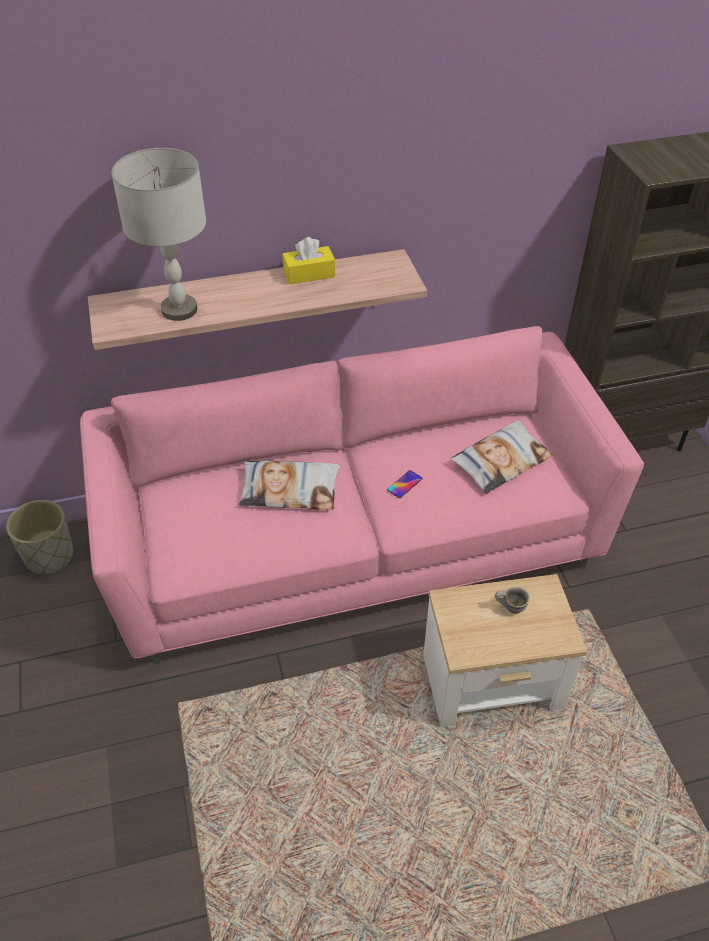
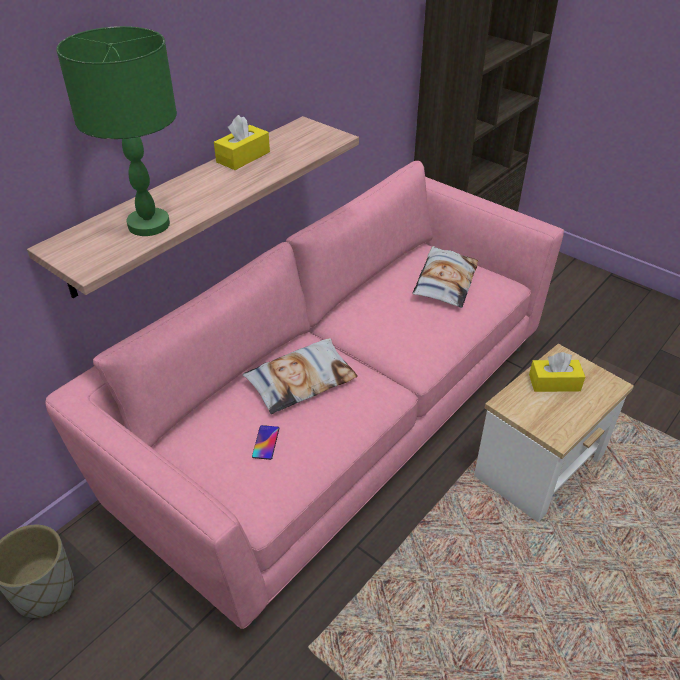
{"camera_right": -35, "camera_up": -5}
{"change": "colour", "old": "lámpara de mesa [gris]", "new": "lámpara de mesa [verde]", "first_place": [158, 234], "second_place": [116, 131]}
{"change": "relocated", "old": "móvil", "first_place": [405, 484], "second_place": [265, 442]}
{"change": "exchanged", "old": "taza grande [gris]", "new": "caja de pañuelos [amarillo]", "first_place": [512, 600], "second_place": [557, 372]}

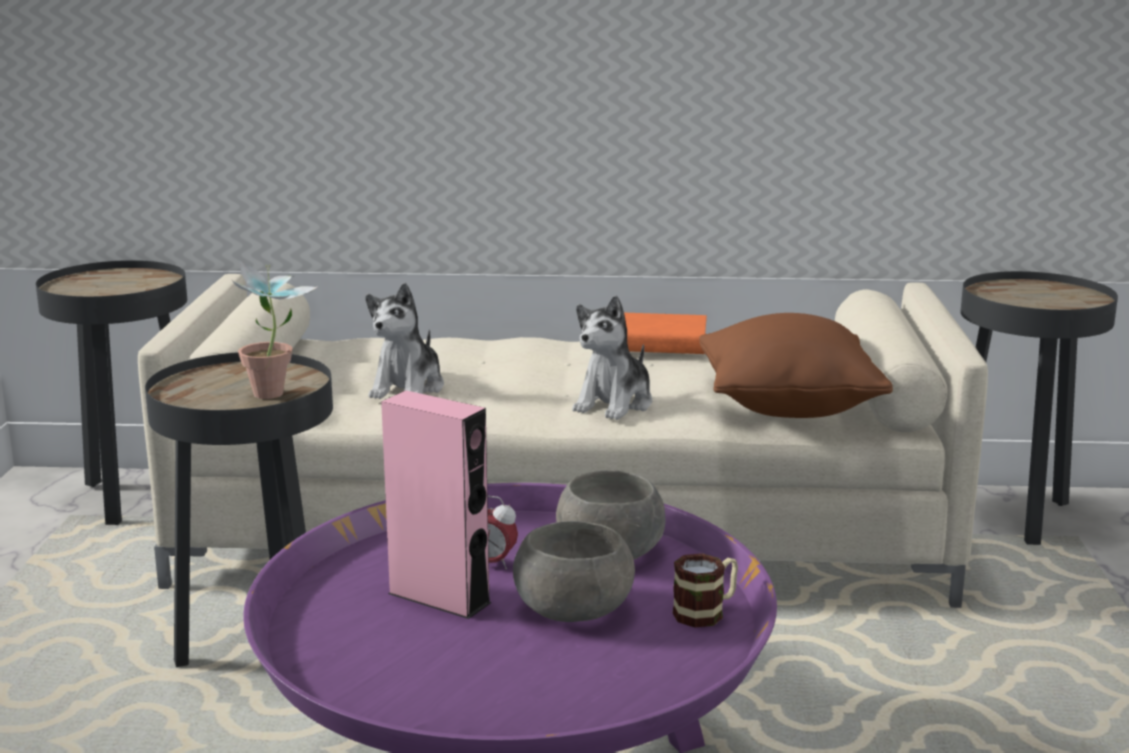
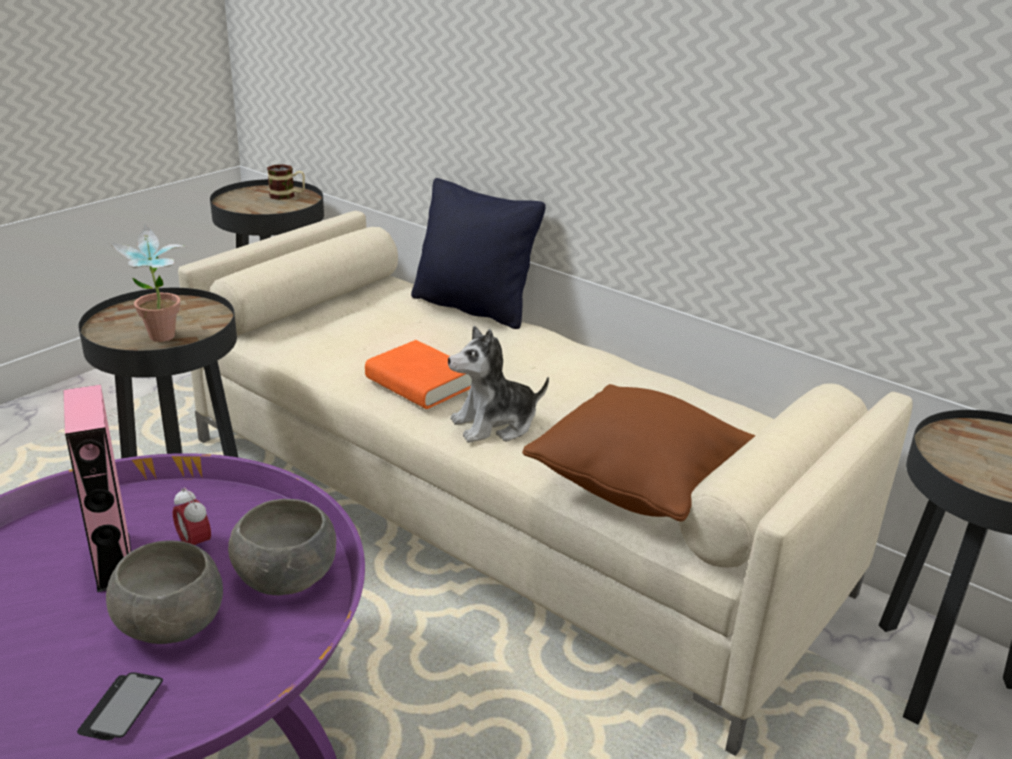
{"camera_right": 35, "camera_up": 10}
{"change": "appeared", "new": "móvil", "second_place": [120, 706]}
{"change": "relocated", "old": "taza grande", "first_place": [705, 590], "second_place": [286, 182]}
{"change": "relocated", "old": "libro [naranja]", "first_place": [665, 333], "second_place": [418, 374]}
{"change": "appeared", "new": "cojín [negro]", "second_place": [478, 253]}
{"change": "missing", "old": "peluche", "first_place": [405, 341]}

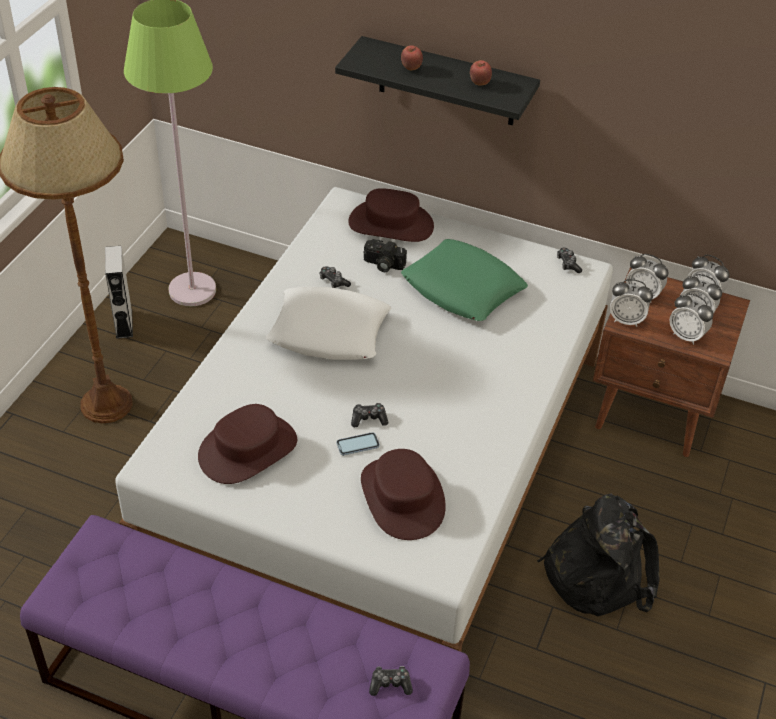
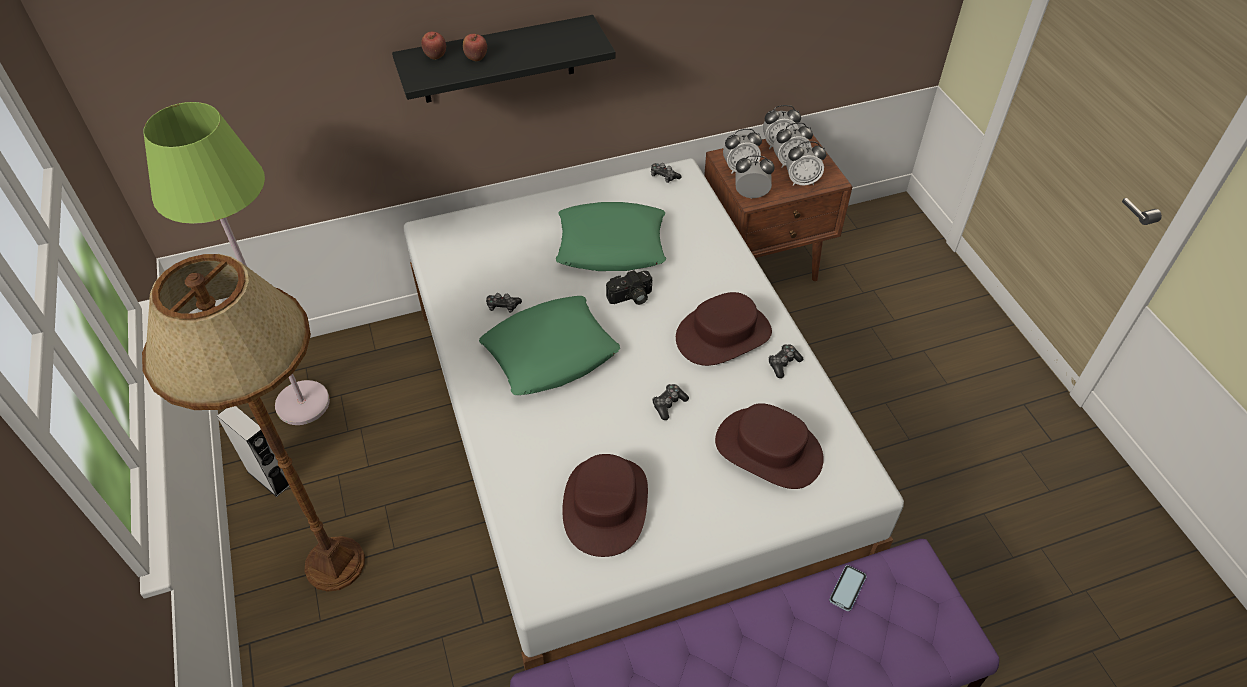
{"camera_right": -40, "camera_up": 5}
{"change": "relocated", "old": "manzana", "first_place": [481, 73], "second_place": [433, 45]}
{"change": "colour", "old": "cojín [blanco]", "new": "cojín [verde]", "first_place": [328, 323], "second_place": [549, 345]}
{"change": "relocated", "old": "cámara", "first_place": [385, 255], "second_place": [629, 287]}
{"change": "relocated", "old": "sombrero [marrón]", "first_place": [391, 215], "second_place": [724, 329]}
{"change": "spun", "old": "despertador", "first_place": [631, 303], "second_place": [755, 177], "degrees": -150}
{"change": "relocated", "old": "mando de consola", "first_place": [391, 681], "second_place": [785, 361]}
{"change": "relocated", "old": "móvil", "first_place": [358, 444], "second_place": [848, 588]}
{"change": "missing", "old": "mochila [negro]", "first_place": [598, 554]}

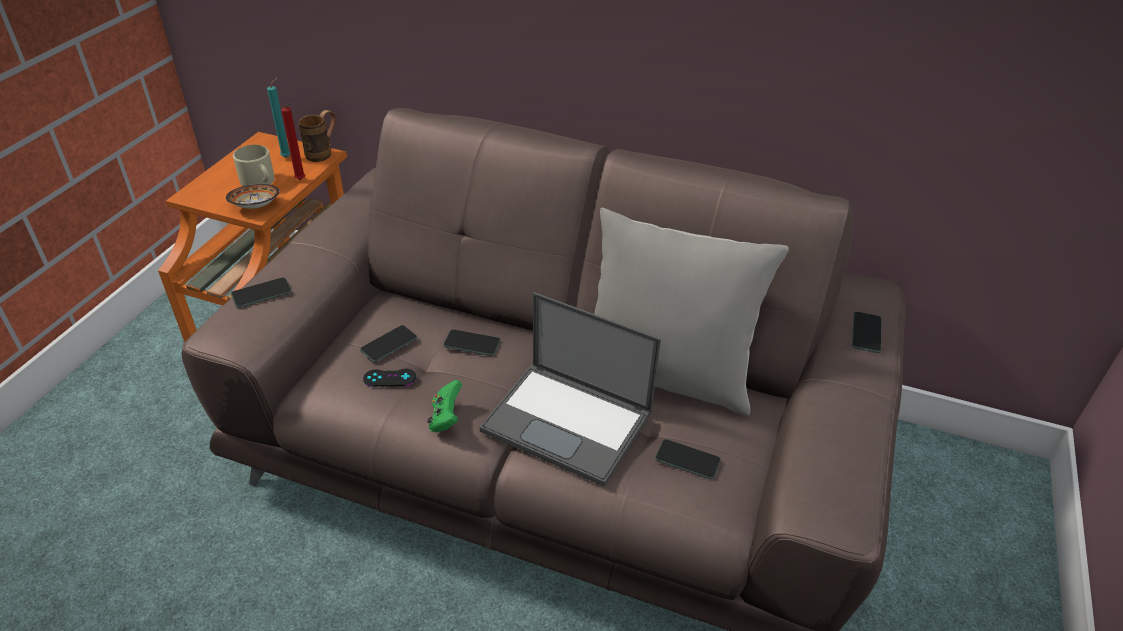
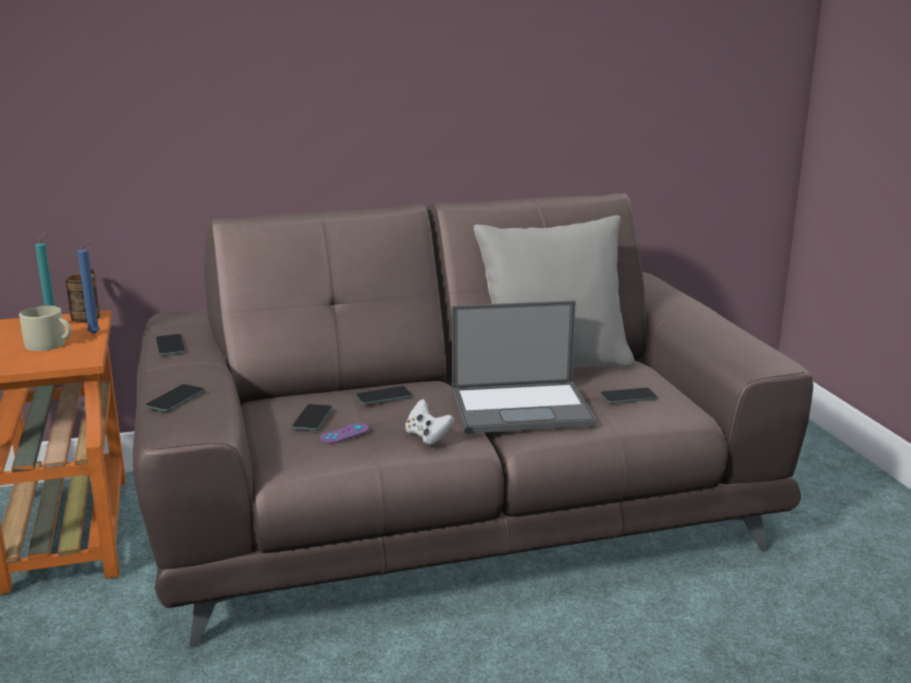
{"camera_right": -35, "camera_up": -20}
{"change": "colour", "old": "vela [rojo]", "new": "vela [azul]", "first_place": [293, 141], "second_place": [88, 287]}
{"change": "relocated", "old": "móvil", "first_place": [867, 332], "second_place": [170, 345]}
{"change": "colour", "old": "mando de consola [negro]", "new": "mando de consola [morado]", "first_place": [389, 378], "second_place": [344, 433]}
{"change": "colour", "old": "mando de consola [verde]", "new": "mando de consola [blanco]", "first_place": [444, 406], "second_place": [429, 422]}
{"change": "missing", "old": "cuenco", "first_place": [253, 196]}

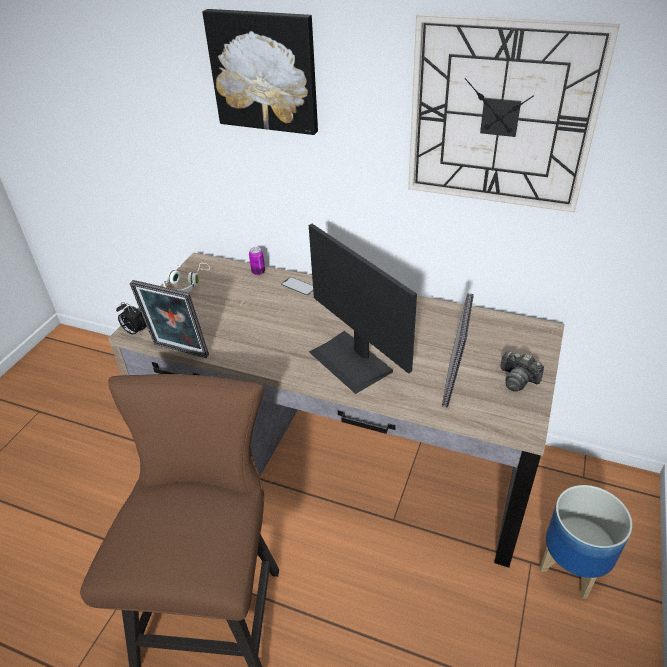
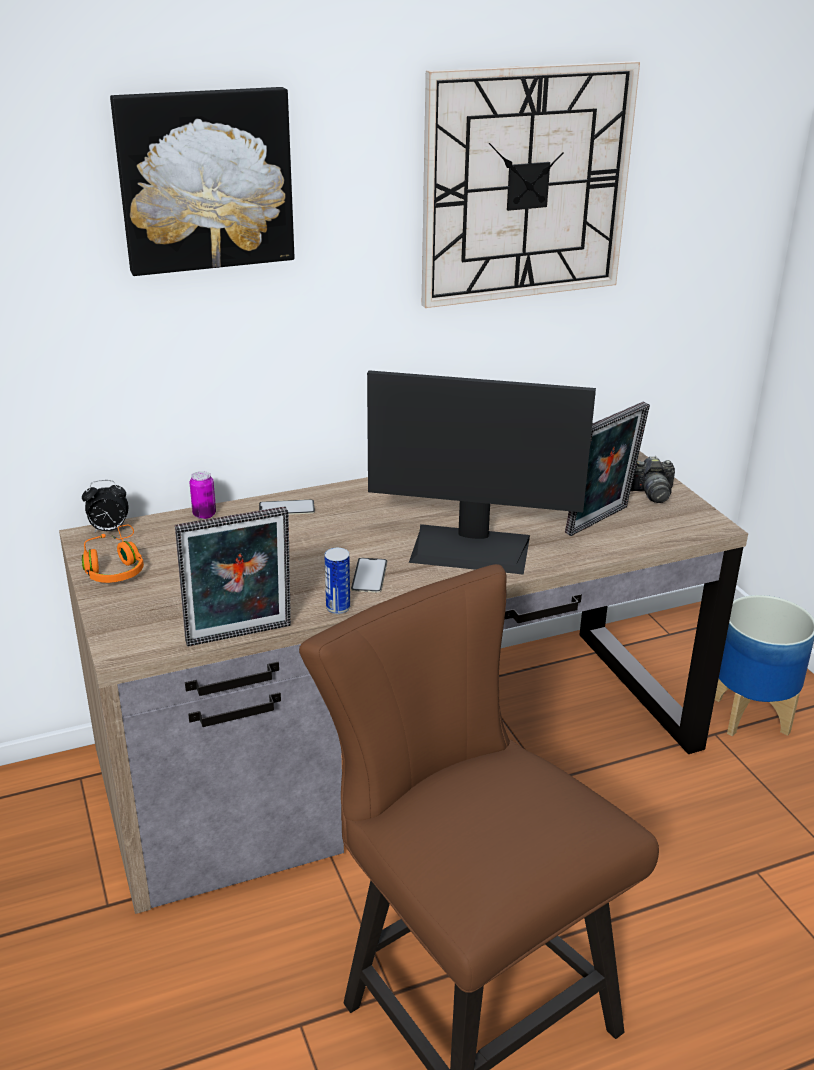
{"camera_right": -45, "camera_up": -10}
{"change": "relocated", "old": "despertador", "first_place": [131, 319], "second_place": [105, 506]}
{"change": "colour", "old": "auriculares [blanco]", "new": "auriculares [naranja]", "first_place": [186, 277], "second_place": [113, 553]}
{"change": "appeared", "new": "lata", "second_place": [337, 581]}
{"change": "appeared", "new": "móvil", "second_place": [369, 575]}
{"change": "spun", "old": "portarretratos", "first_place": [458, 350], "second_place": [607, 468], "degrees": 75}

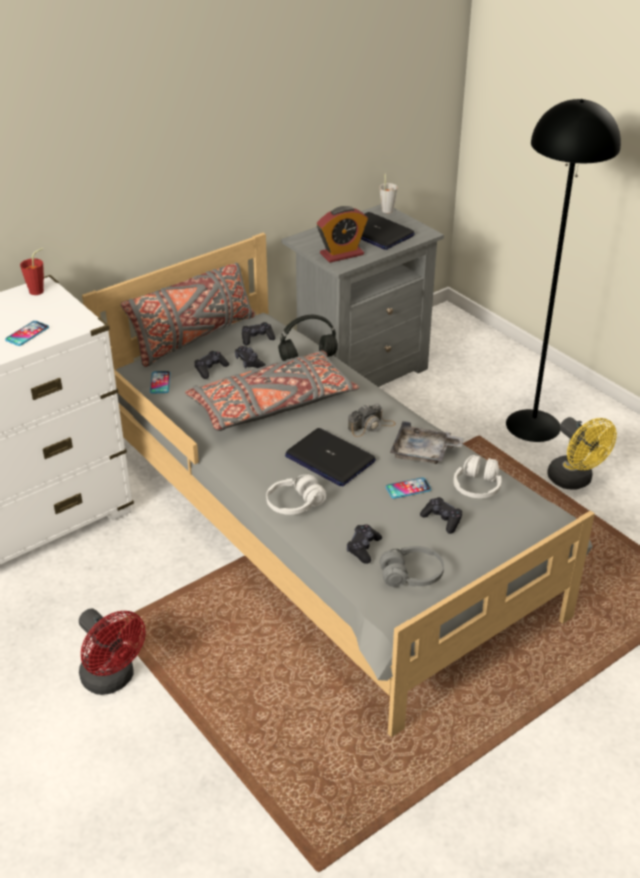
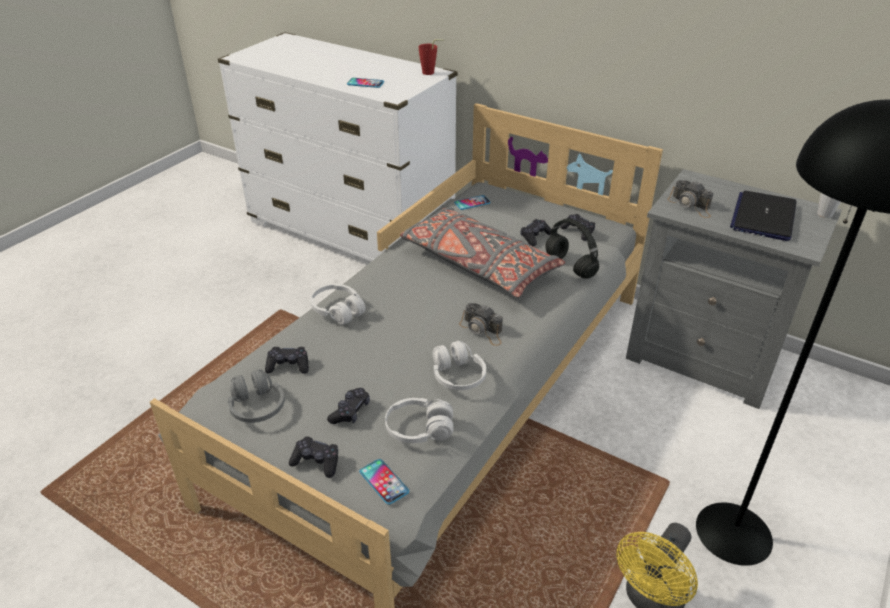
{"camera_right": 70, "camera_up": 0}
{"change": "relocated", "old": "mando de consola [negro]", "first_place": [211, 365], "second_place": [313, 457]}
{"change": "relocated", "old": "móvil", "first_place": [408, 488], "second_place": [384, 482]}
{"change": "exchanged", "old": "bandeja [gris]", "new": "auriculares [blanco]", "first_place": [427, 442], "second_place": [459, 365]}
{"change": "exchanged", "old": "despertador", "new": "cámara", "first_place": [342, 234], "second_place": [690, 199]}
{"change": "missing", "old": "ventilador [rojo]", "first_place": [112, 652]}
{"change": "missing", "old": "cojín [gris]", "first_place": [188, 314]}
{"change": "missing", "old": "portátil", "first_place": [330, 457]}

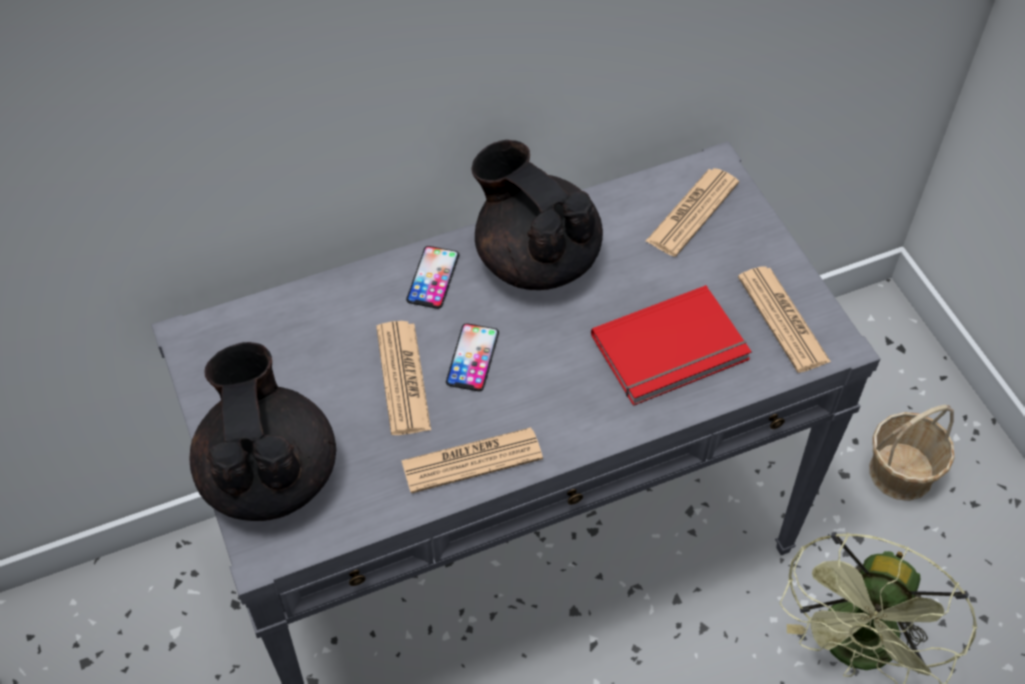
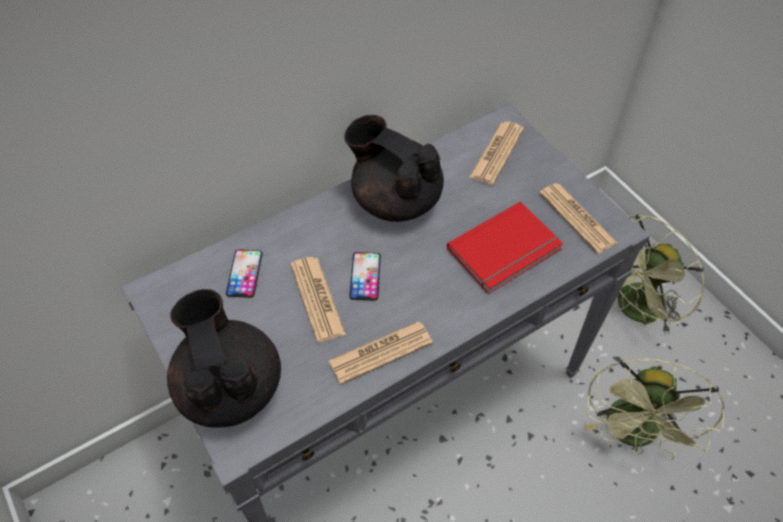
{"camera_right": -10, "camera_up": 0}
{"change": "relocated", "old": "móvil", "first_place": [432, 277], "second_place": [244, 273]}
{"change": "exchanged", "old": "cesta", "new": "ventilador [verde]", "first_place": [912, 453], "second_place": [660, 274]}

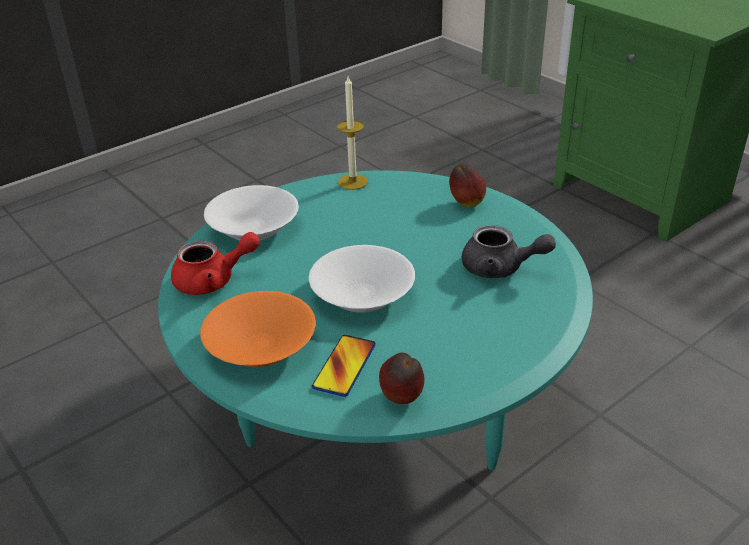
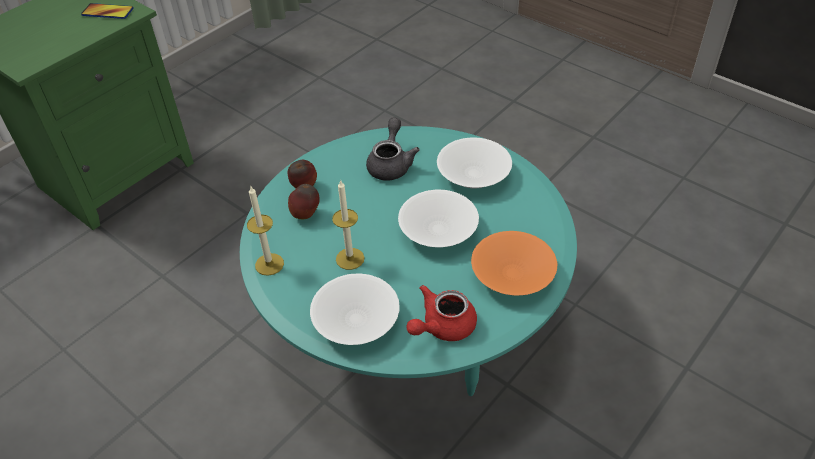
{"camera_right": -100, "camera_up": 10}
{"change": "relocated", "old": "móvil", "first_place": [344, 366], "second_place": [107, 11]}
{"change": "relocated", "old": "manzana", "first_place": [401, 378], "second_place": [304, 201]}
{"change": "appeared", "new": "vela", "second_place": [348, 224]}
{"change": "spun", "old": "tetera [rojo]", "first_place": [215, 263], "second_place": [441, 313], "degrees": -105}
{"change": "appeared", "new": "cuenco [blanco]", "second_place": [474, 163]}

